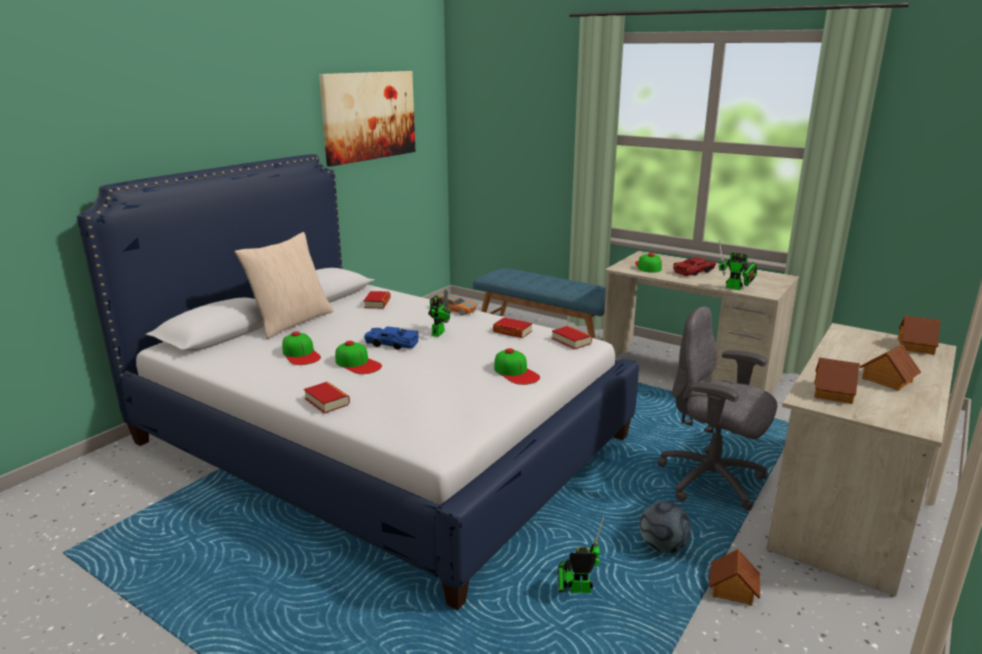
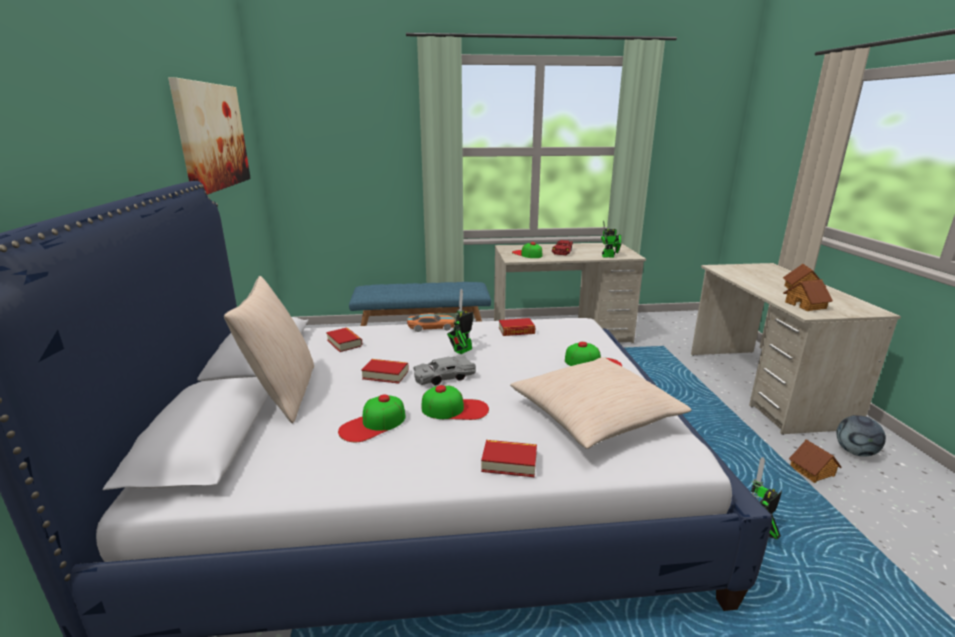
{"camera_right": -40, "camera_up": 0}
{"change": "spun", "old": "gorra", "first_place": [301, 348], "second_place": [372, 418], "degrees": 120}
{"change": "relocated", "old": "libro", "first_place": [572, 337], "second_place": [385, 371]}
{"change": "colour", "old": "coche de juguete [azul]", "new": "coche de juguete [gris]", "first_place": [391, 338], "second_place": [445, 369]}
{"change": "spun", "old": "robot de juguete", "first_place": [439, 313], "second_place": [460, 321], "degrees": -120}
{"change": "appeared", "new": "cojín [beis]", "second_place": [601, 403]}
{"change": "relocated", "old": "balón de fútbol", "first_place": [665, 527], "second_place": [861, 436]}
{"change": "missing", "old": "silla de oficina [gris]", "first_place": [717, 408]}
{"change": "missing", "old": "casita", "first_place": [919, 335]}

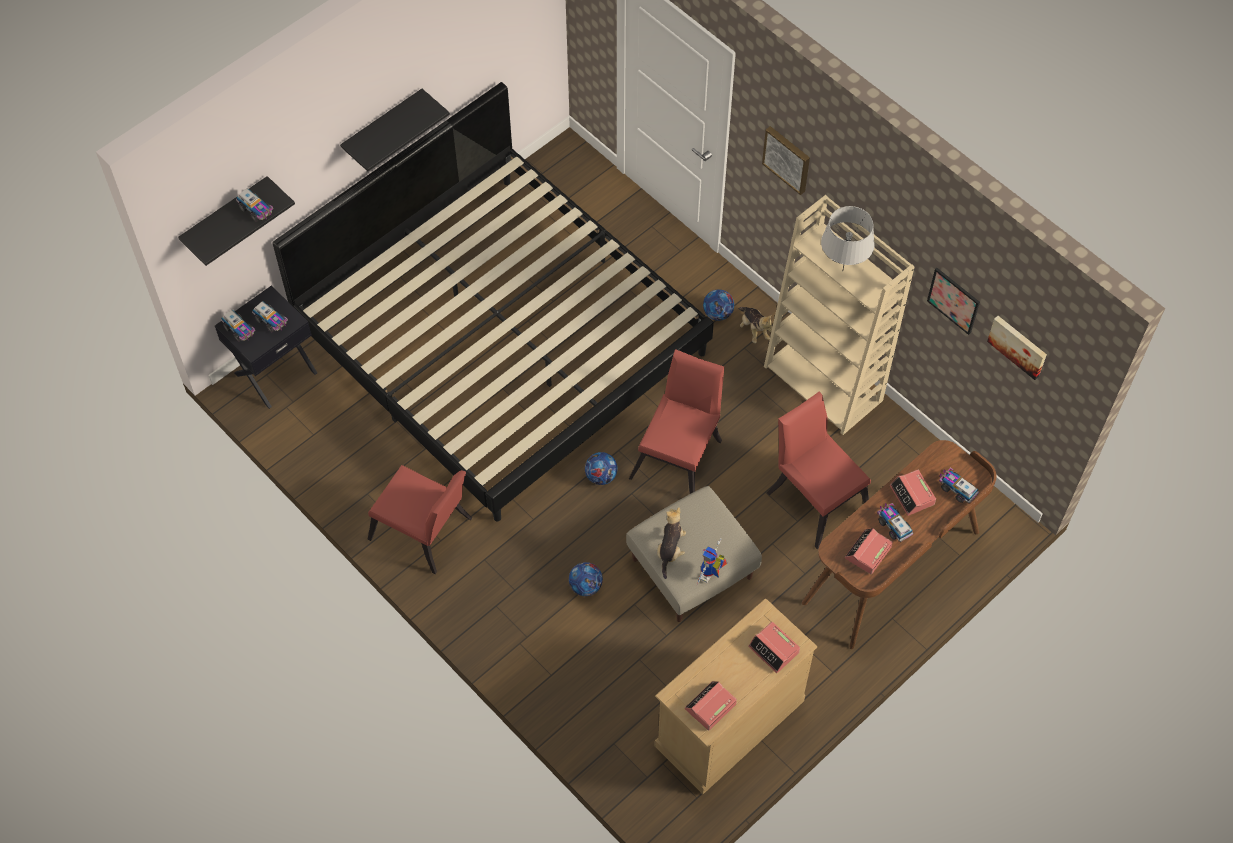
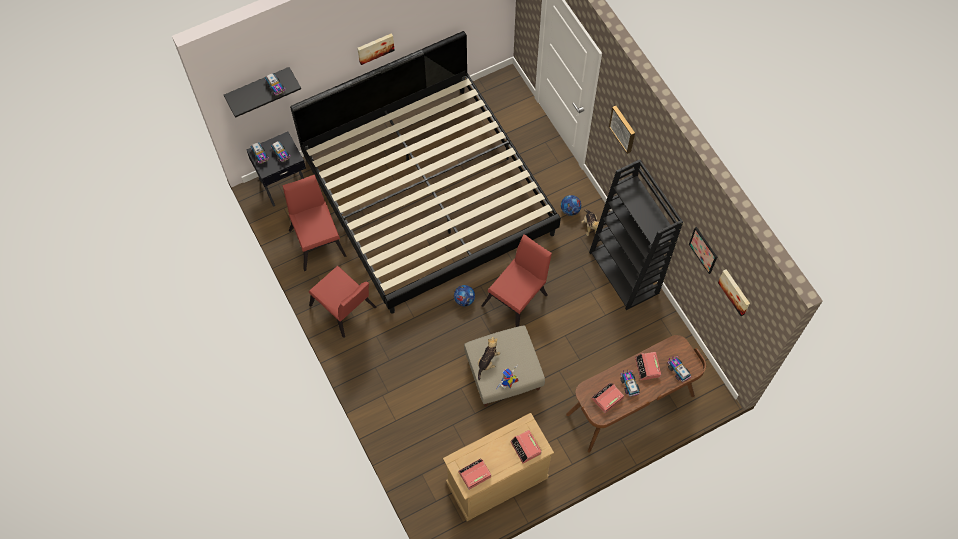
{"camera_right": 15, "camera_up": 5}
{"change": "relocated", "old": "silla [rojo]", "first_place": [819, 470], "second_place": [314, 222]}
{"change": "exchanged", "old": "estante [negro]", "new": "cuadro", "first_place": [395, 130], "second_place": [376, 49]}
{"change": "colour", "old": "estantería [beis]", "new": "estantería [negro]", "first_place": [839, 315], "second_place": [636, 234]}
{"change": "missing", "old": "balón de fútbol", "first_place": [586, 579]}
{"change": "missing", "old": "lámpara de mesa [gris]", "first_place": [847, 237]}

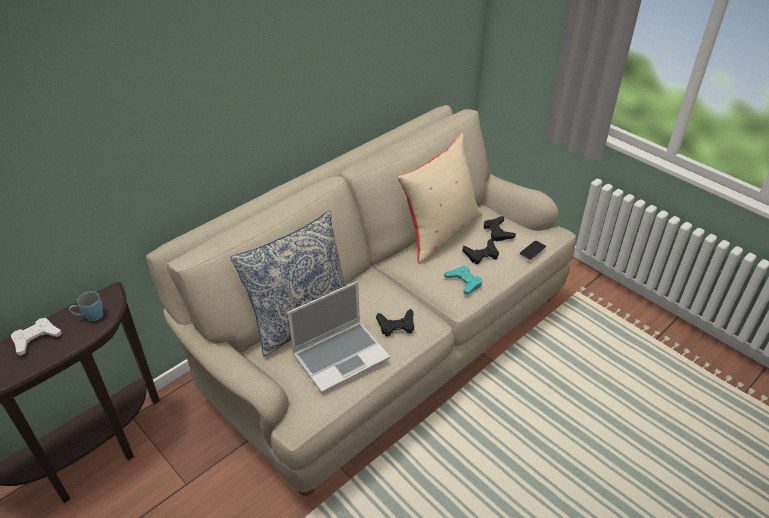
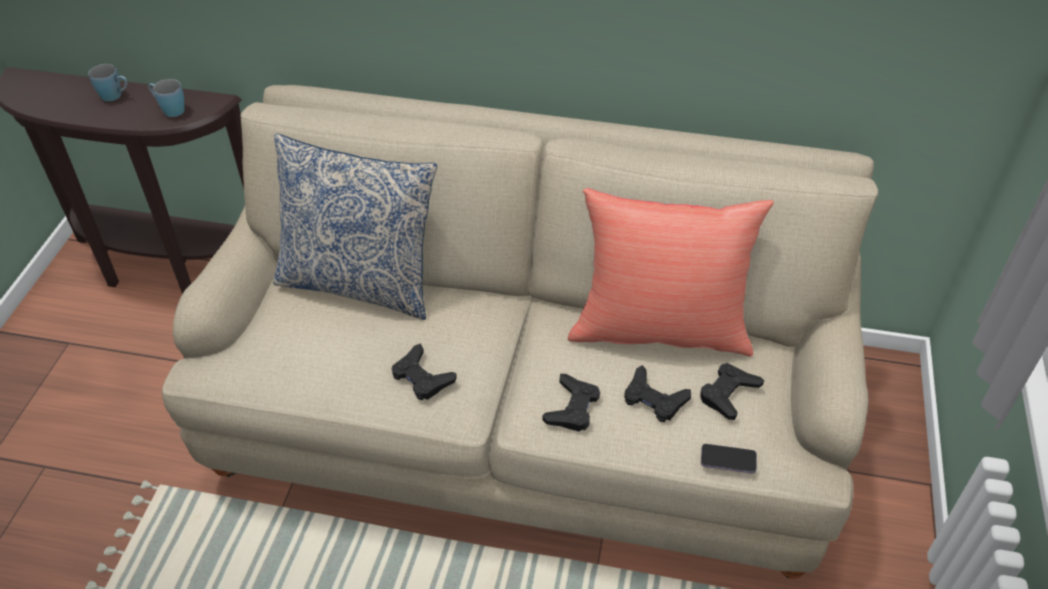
{"camera_right": 55, "camera_up": 5}
{"change": "exchanged", "old": "mando de consola [blanco]", "new": "taza grande [azul]", "first_place": [36, 337], "second_place": [108, 82]}
{"change": "colour", "old": "mando de consola [turquesa]", "new": "mando de consola [negro]", "first_place": [463, 280], "second_place": [571, 403]}
{"change": "colour", "old": "cojín [beis]", "new": "cojín [rojo]", "first_place": [440, 198], "second_place": [671, 272]}
{"change": "missing", "old": "portátil", "first_place": [339, 337]}

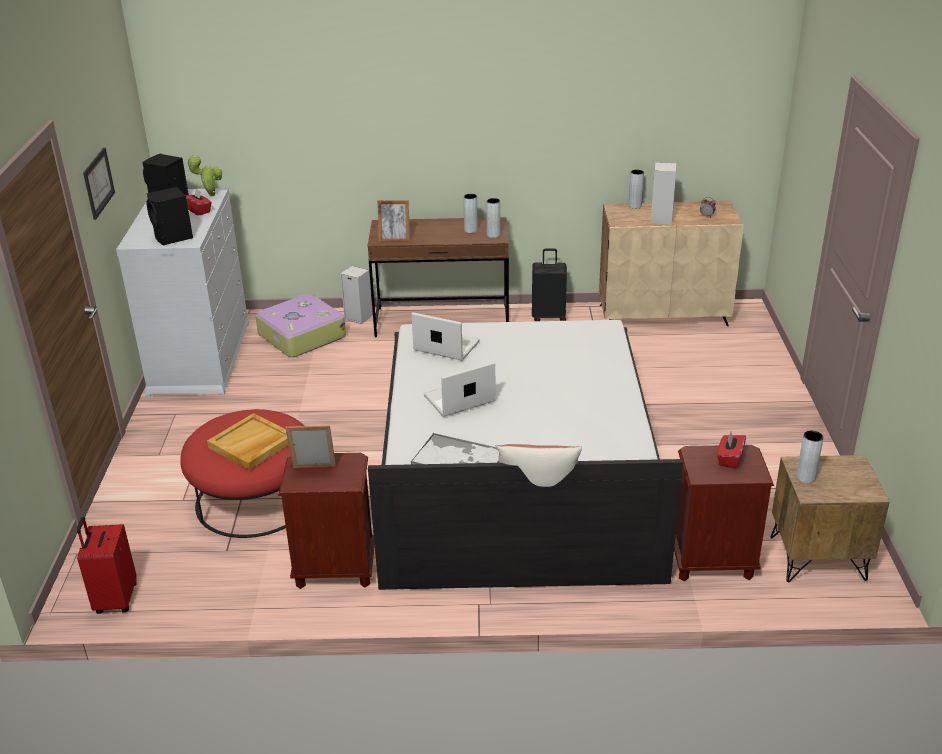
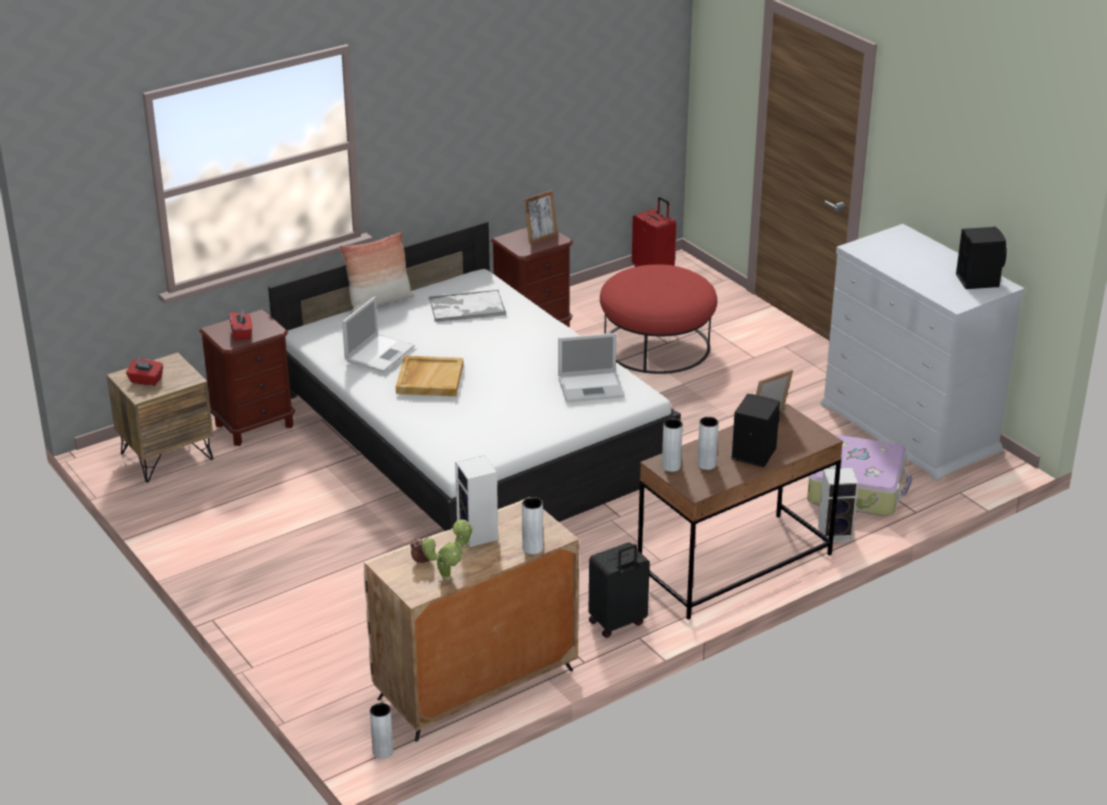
{"camera_right": 145, "camera_up": 0}
{"change": "relocated", "old": "caja de pañuelos [rojo]", "first_place": [199, 202], "second_place": [144, 372]}
{"change": "relocated", "old": "portátil", "first_place": [460, 389], "second_place": [378, 335]}
{"change": "relocated", "old": "florero [gris]", "first_place": [810, 456], "second_place": [381, 731]}
{"change": "relocated", "old": "bandeja [beis]", "first_place": [248, 441], "second_place": [429, 376]}
{"change": "relocated", "old": "planta en maceta", "first_place": [204, 175], "second_place": [447, 549]}
{"change": "relocated", "old": "altavoz [negro]", "first_place": [170, 216], "second_place": [756, 430]}
{"change": "missing", "old": "cuadro", "first_place": [99, 184]}

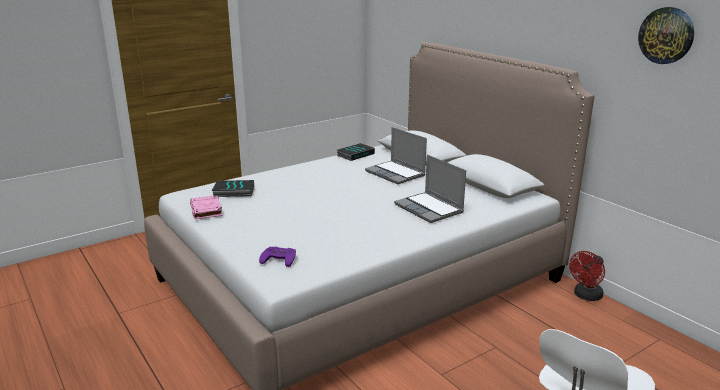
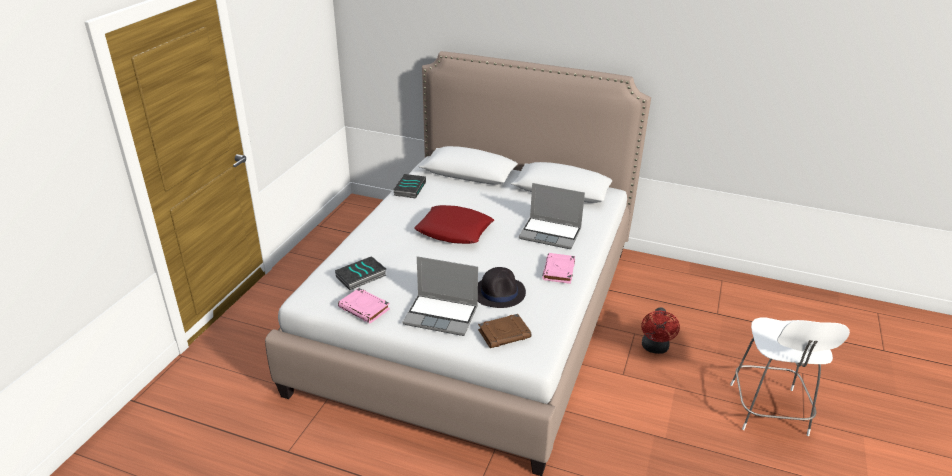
{"camera_right": -35, "camera_up": 10}
{"change": "relocated", "old": "portátil", "first_place": [396, 155], "second_place": [440, 296]}
{"change": "appeared", "new": "cojín [rojo]", "second_place": [454, 224]}
{"change": "appeared", "new": "sombrero [negro]", "second_place": [502, 287]}
{"change": "exchanged", "old": "mando de consola [morado]", "new": "libro [marrón]", "first_place": [277, 257], "second_place": [504, 331]}
{"change": "appeared", "new": "libro [rosa]", "second_place": [558, 268]}
{"change": "relocated", "old": "ventilador [rojo]", "first_place": [587, 276], "second_place": [660, 330]}
{"change": "missing", "old": "reloj de pared", "first_place": [666, 35]}

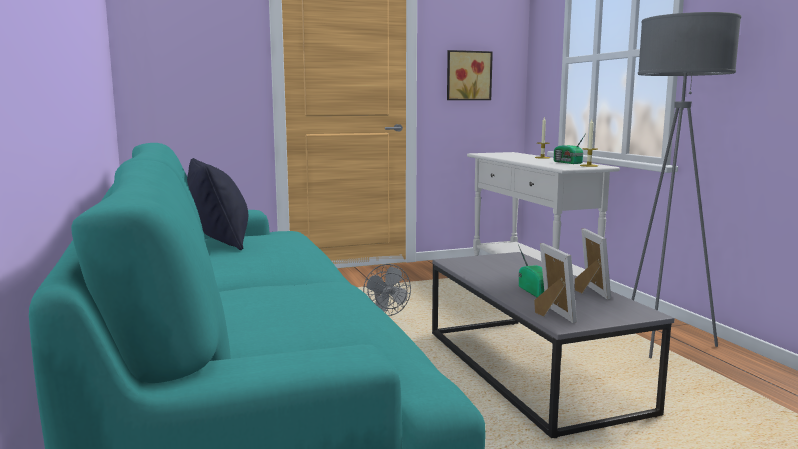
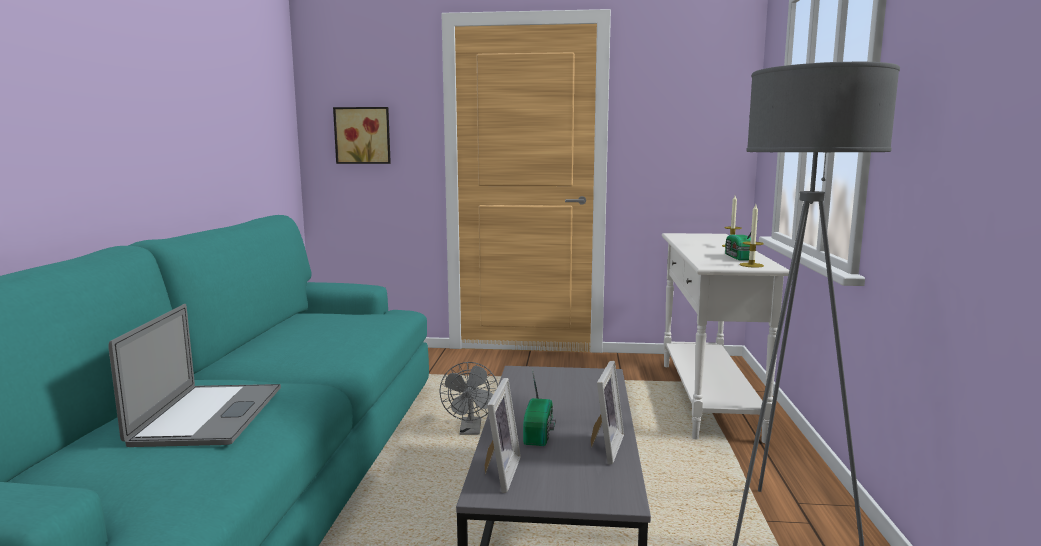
{"camera_right": 25, "camera_up": 0}
{"change": "appeared", "new": "portátil", "second_place": [194, 375]}
{"change": "relocated", "old": "cuadro", "first_place": [470, 75], "second_place": [362, 135]}
{"change": "missing", "old": "cojín [negro]", "first_place": [217, 204]}

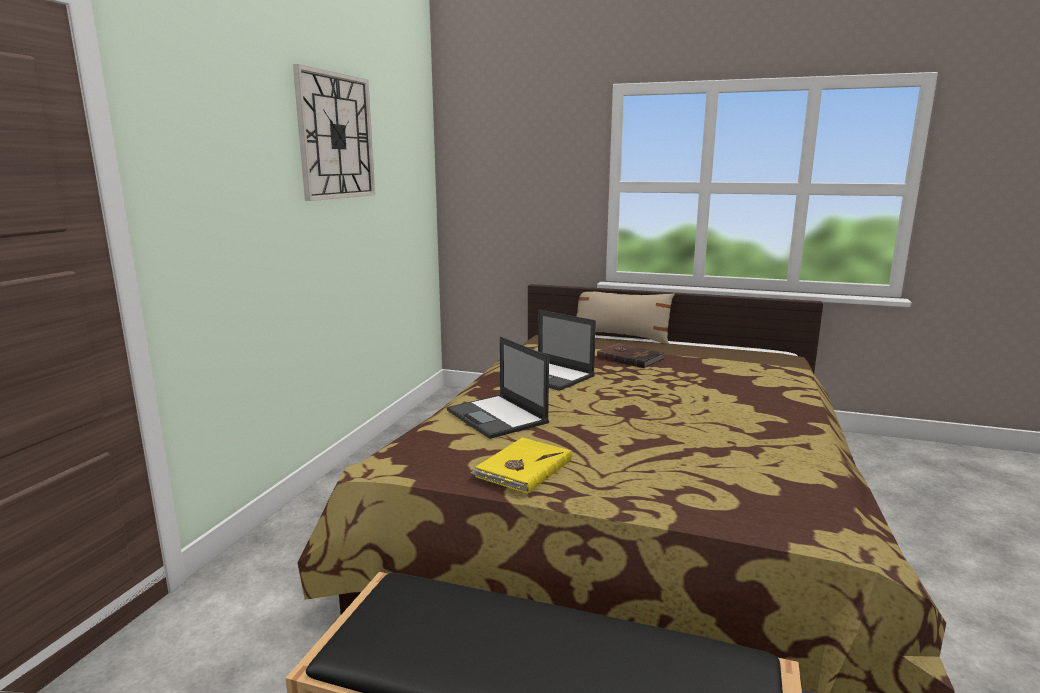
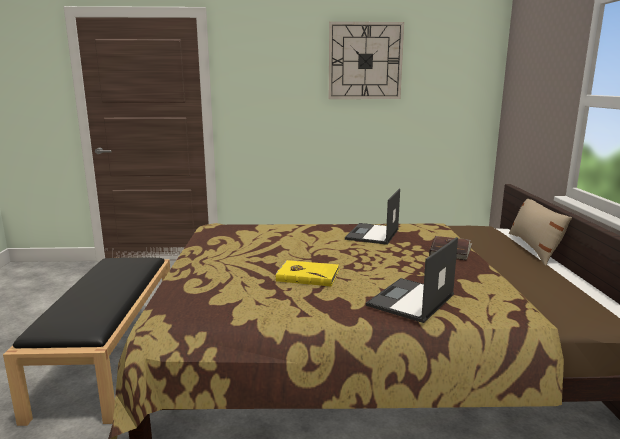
{"camera_right": 70, "camera_up": 0}
{"change": "relocated", "old": "libro [amarillo]", "first_place": [521, 466], "second_place": [307, 273]}
{"change": "relocated", "old": "portátil", "first_place": [498, 387], "second_place": [412, 280]}

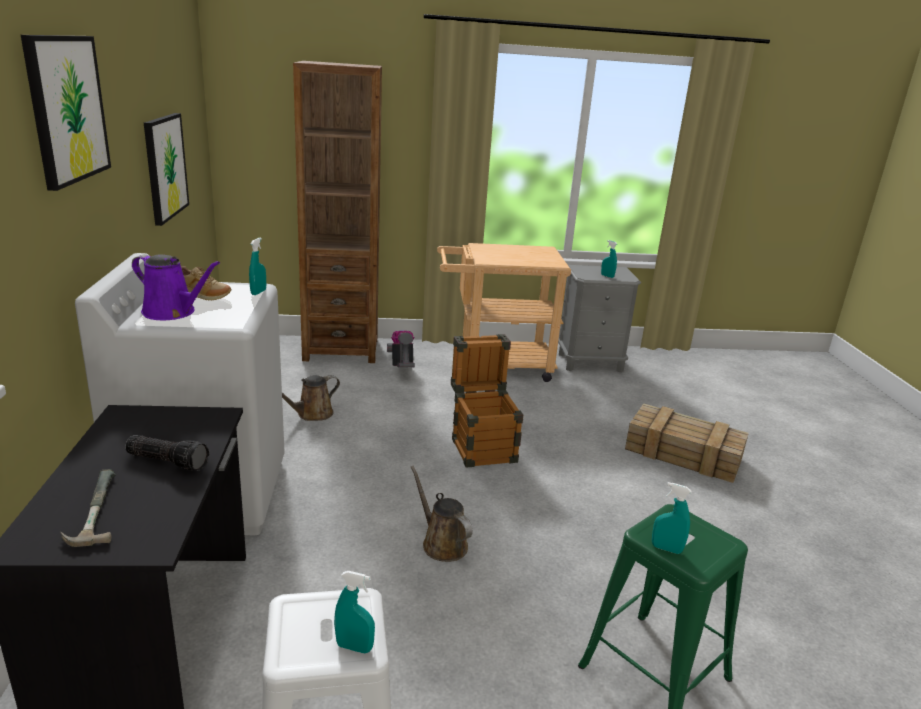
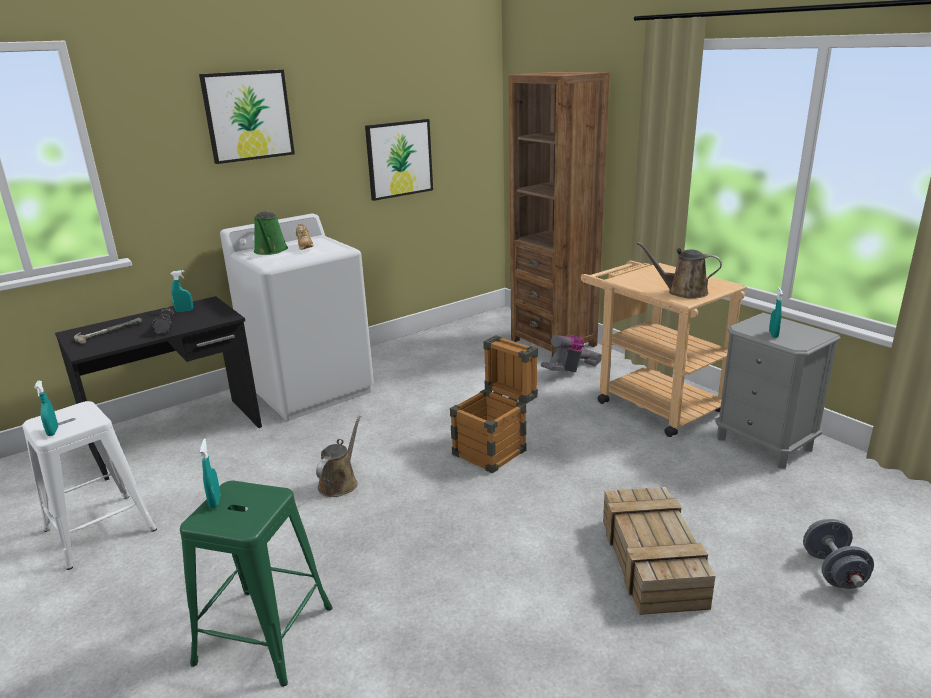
{"camera_right": 60, "camera_up": 0}
{"change": "relocated", "old": "pulverizador [turquesa]", "first_place": [257, 266], "second_place": [182, 291]}
{"change": "colour", "old": "regadera [morado]", "new": "regadera [verde]", "first_place": [176, 287], "second_place": [271, 233]}
{"change": "relocated", "old": "regadera [marrón]", "first_place": [311, 398], "second_place": [679, 270]}
{"change": "appeared", "new": "mancuerna [gris]", "second_place": [838, 554]}

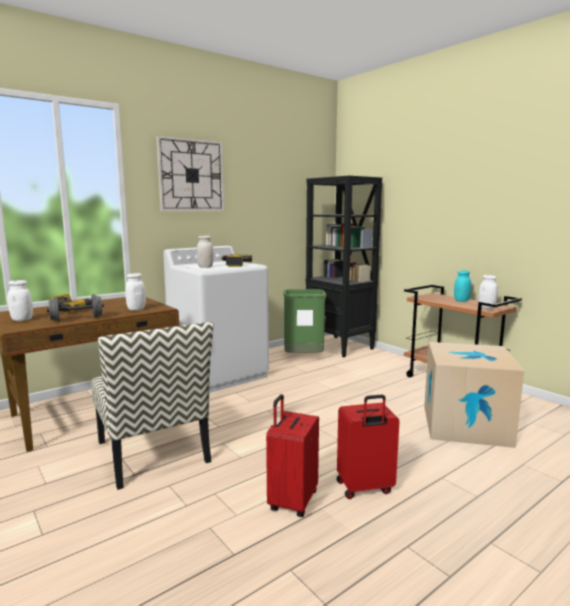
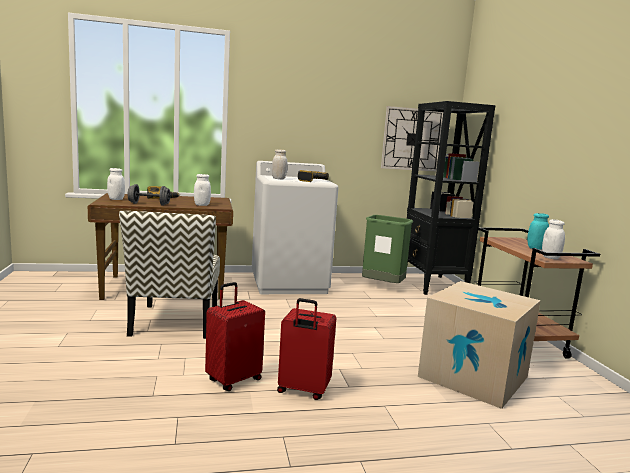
{"camera_right": 25, "camera_up": 0}
{"change": "relocated", "old": "reloj de pared", "first_place": [190, 173], "second_place": [412, 138]}

